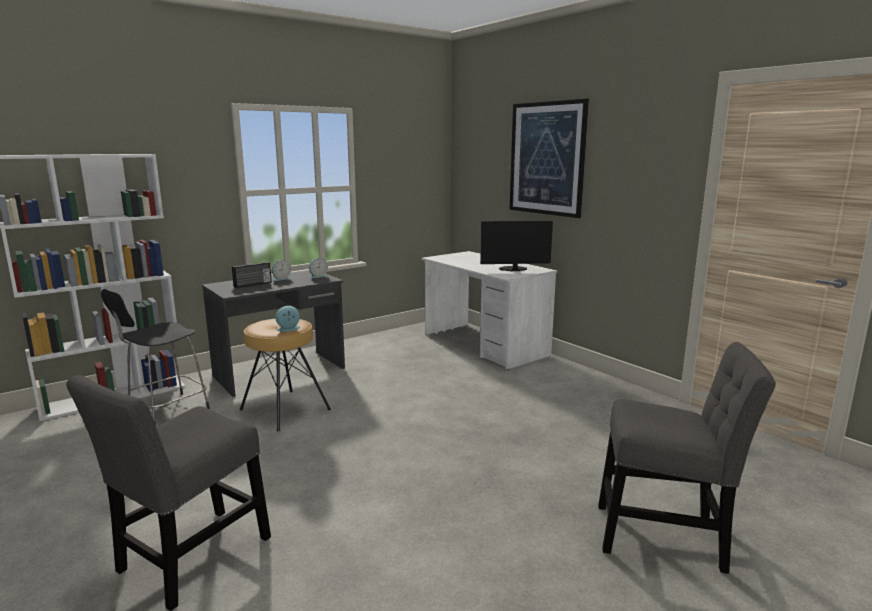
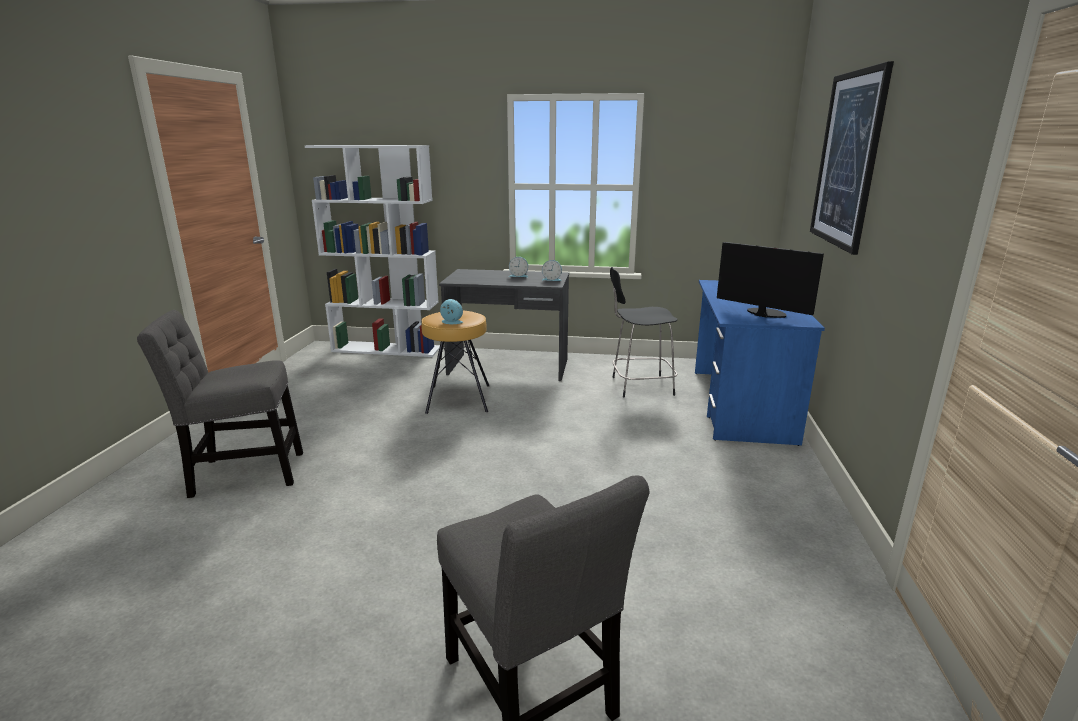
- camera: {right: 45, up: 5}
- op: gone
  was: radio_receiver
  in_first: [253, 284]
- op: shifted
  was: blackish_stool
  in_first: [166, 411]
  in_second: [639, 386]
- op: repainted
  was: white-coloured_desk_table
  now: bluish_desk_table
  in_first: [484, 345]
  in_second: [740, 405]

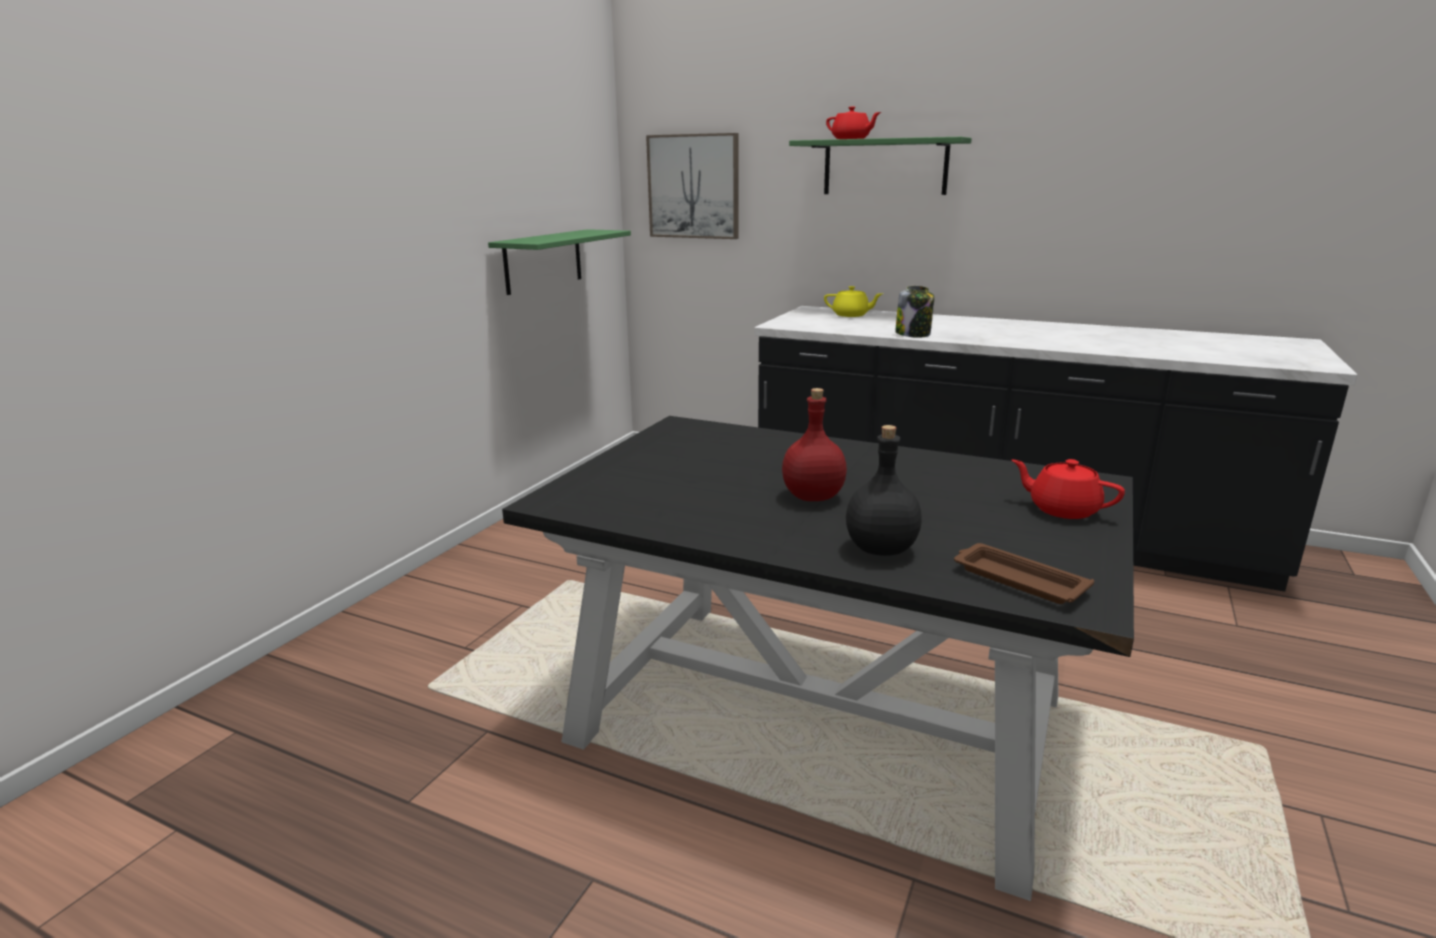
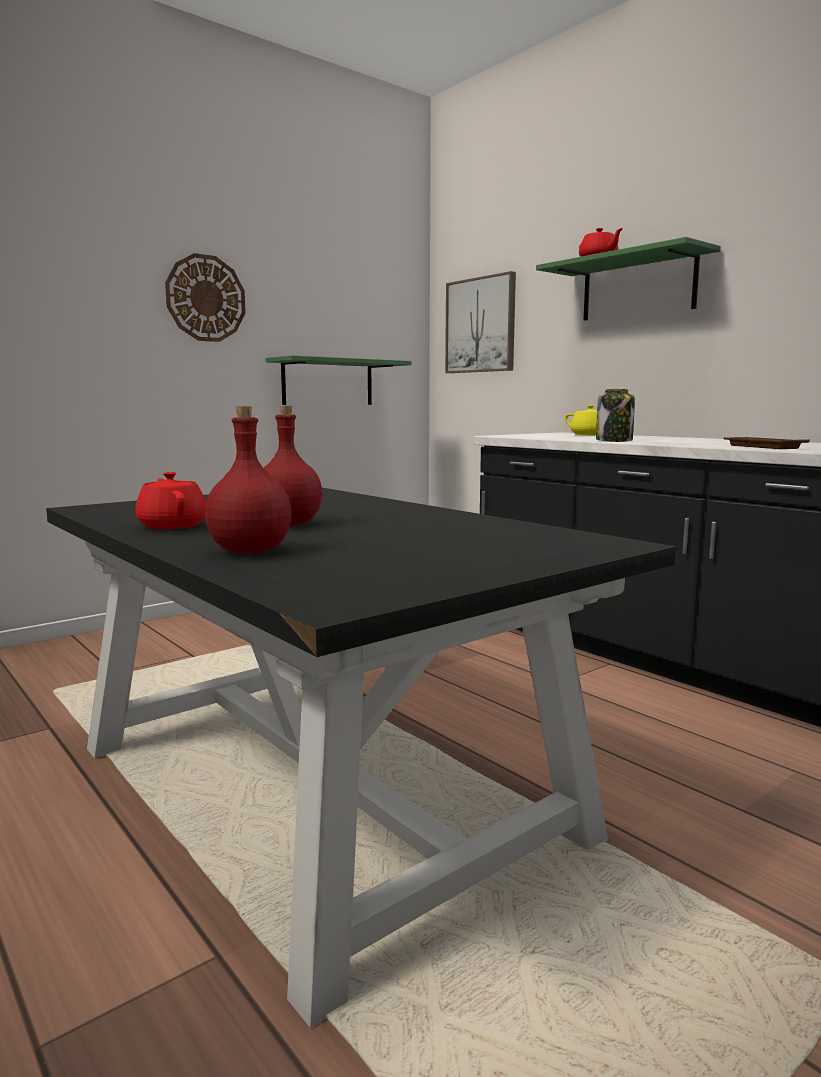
- camera: {right: 25, up: -10}
- op: new
  now: hanging_clock
  in_second: [206, 298]
- op: shifted
  was: brown_serving_tray
  in_first: [1017, 579]
  in_second: [762, 447]
- op: shifted
  was: reddish_tea_pot
  in_first: [1062, 509]
  in_second: [172, 525]
- op: repainted
  was: blackish_beverage_bottle
  now: reddish_beverage_bottle
  in_first: [879, 549]
  in_second: [249, 551]

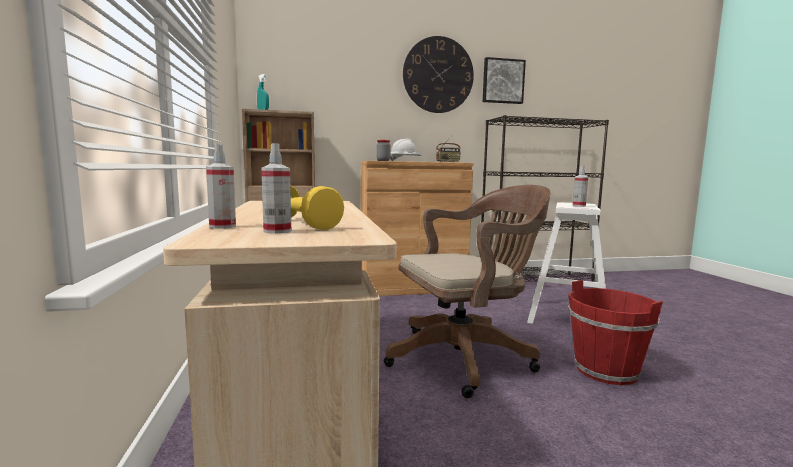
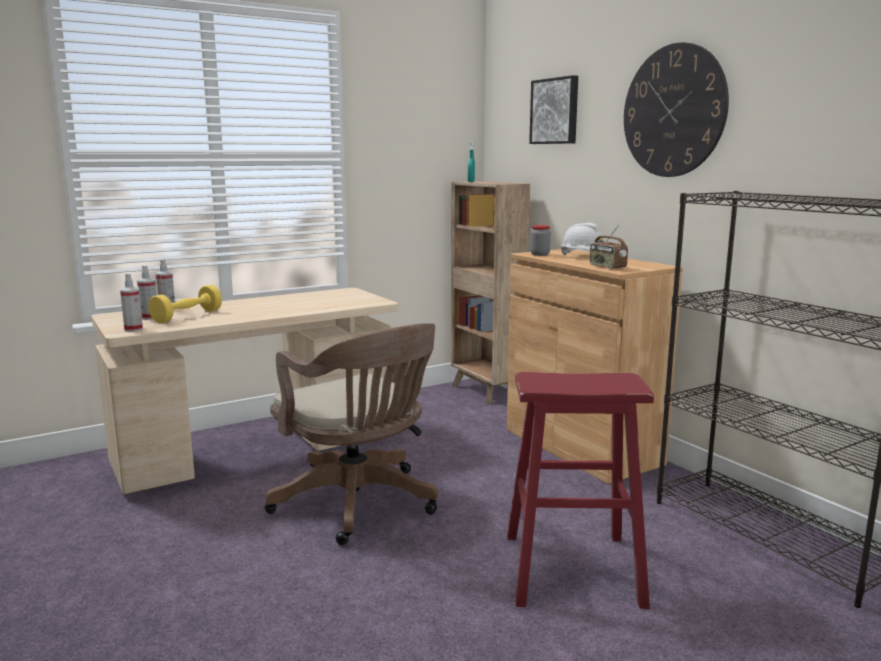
- camera: {right: 70, up: 5}
- op: gone
  was: reddish_bucket
  in_first: [606, 370]
- op: shifted
  was: wall_art
  in_first: [502, 81]
  in_second: [555, 111]
- op: shifted
  was: sprayer
  in_first: [579, 205]
  in_second: [133, 329]
- op: repainted
  was: white-coloured_stool
  now: reddish_stool
  in_first: [567, 316]
  in_second: [571, 569]

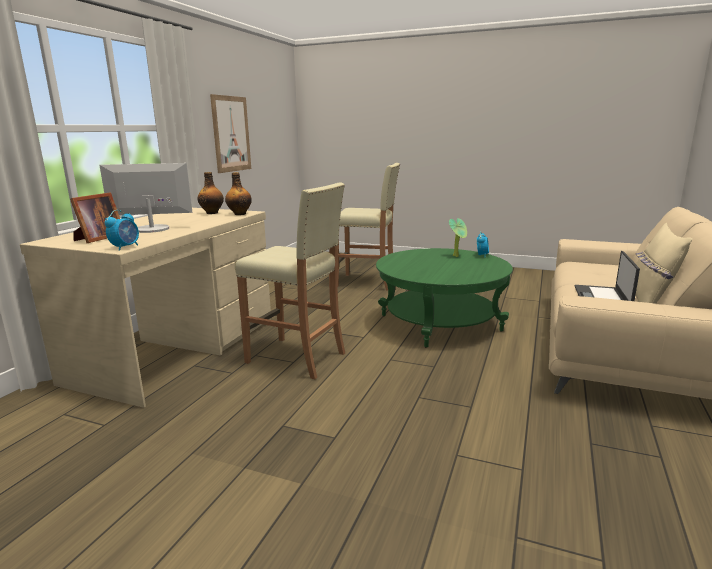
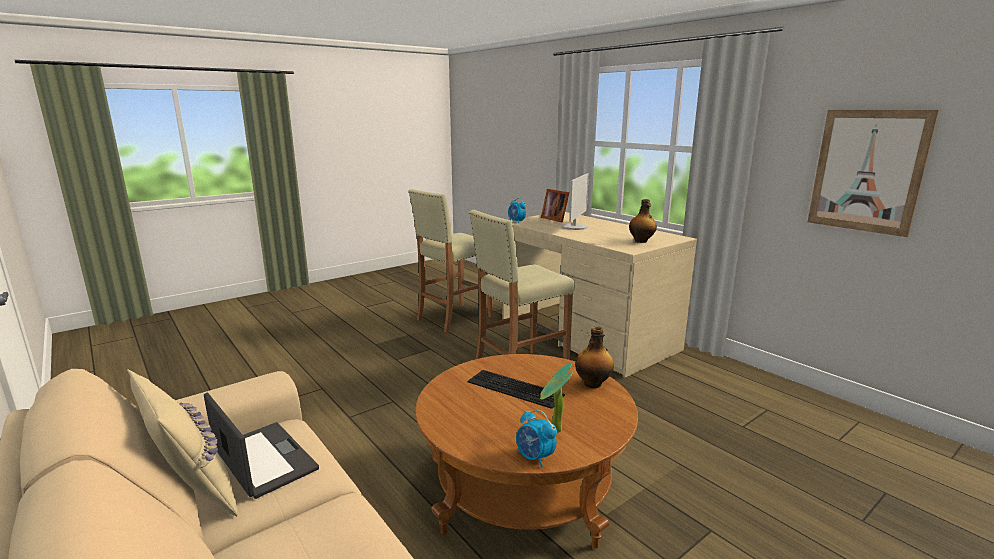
- camera: {right: 120, up: 0}
- op: new
  now: PC_keyboard
  in_second: [513, 389]
- op: shifted
  was: beverage_bottle
  in_first: [239, 214]
  in_second: [593, 384]
- op: shifted
  was: sand-coloured_stool
  in_first: [367, 282]
  in_second: [454, 318]
- op: repainted
  was: green-coloured_low_table
  now: brown_low_table
  in_first: [440, 323]
  in_second: [523, 488]

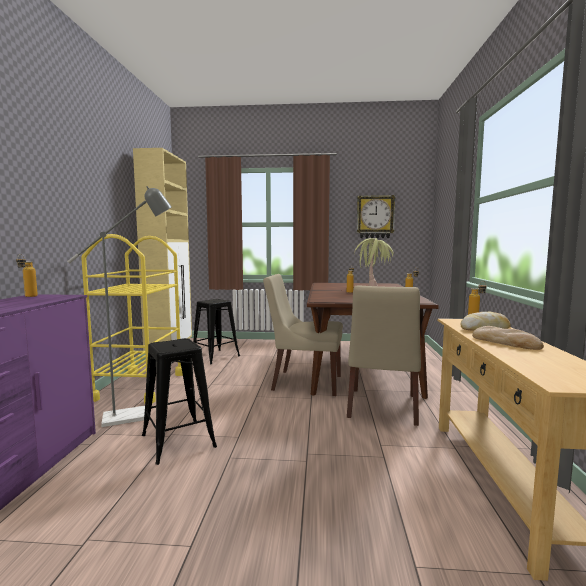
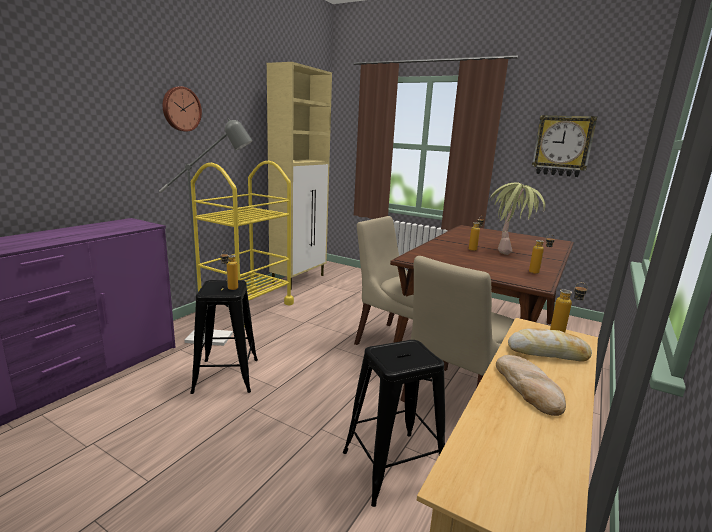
- camera: {right: 25, up: 10}
- op: new
  now: hanging_clock
  in_second: [181, 109]
- op: shifted
  was: beverage_bottle
  in_first: [28, 297]
  in_second: [229, 289]
- op: shifted
  was: blackish_stool
  in_first: [215, 357]
  in_second: [393, 466]

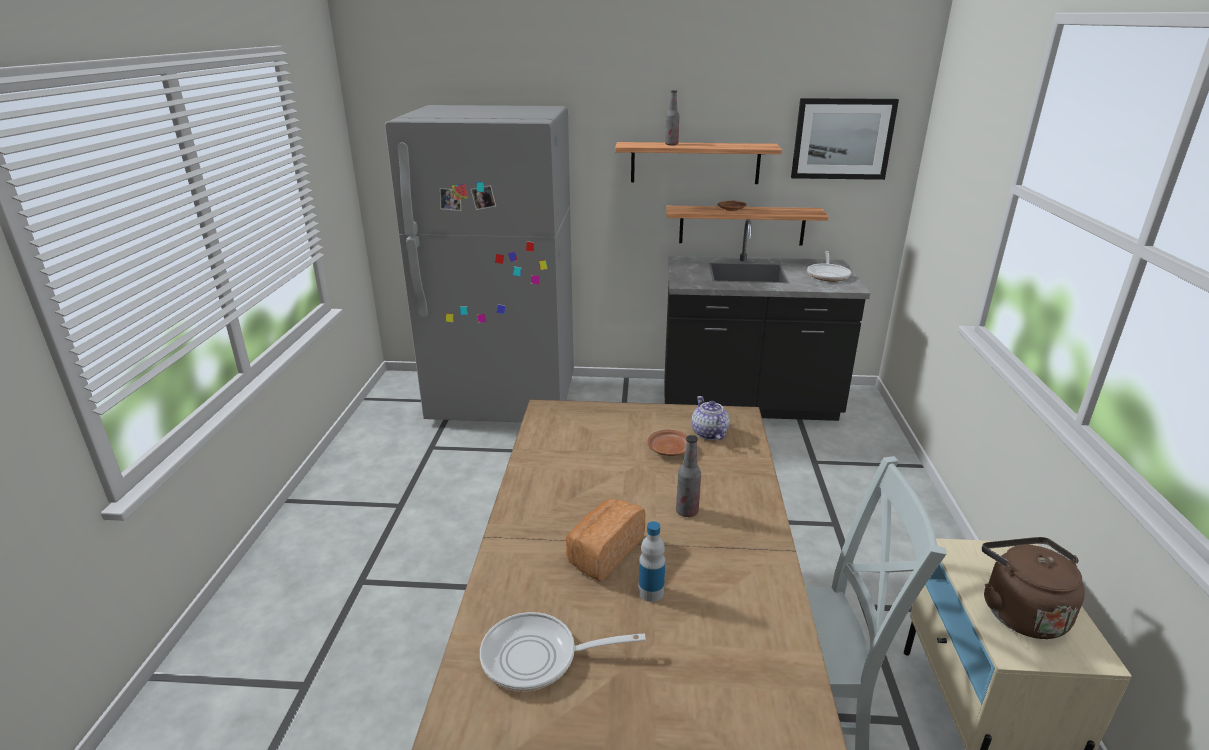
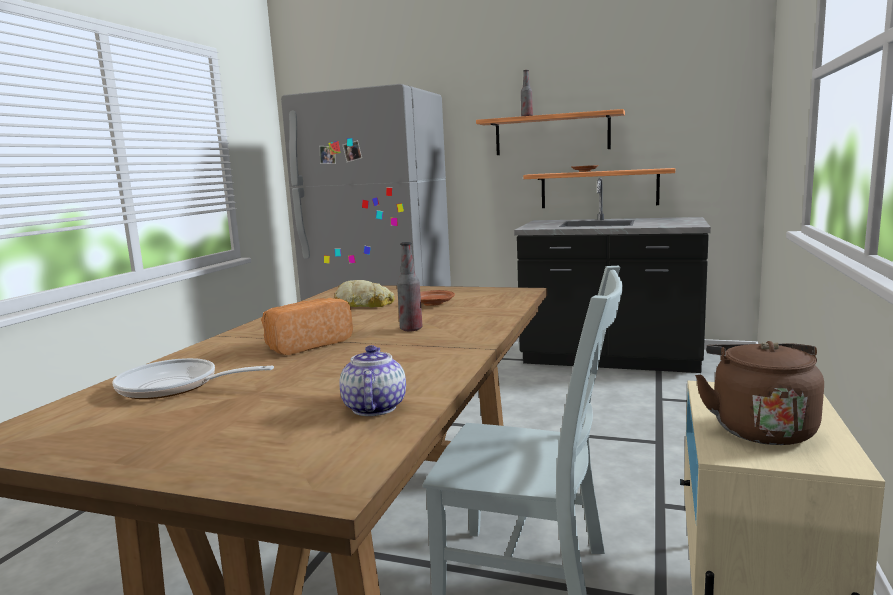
- camera: {right: 15, up: -15}
- op: gone
  was: beverage_bottle
  in_first: [651, 592]
- op: gone
  was: wall_art
  in_first: [842, 139]
- op: gone
  was: pan
  in_first: [828, 274]
- op: new
  now: bread
  in_second: [363, 303]
- op: shifted
  was: tea_pot
  in_first: [708, 433]
  in_second: [373, 407]

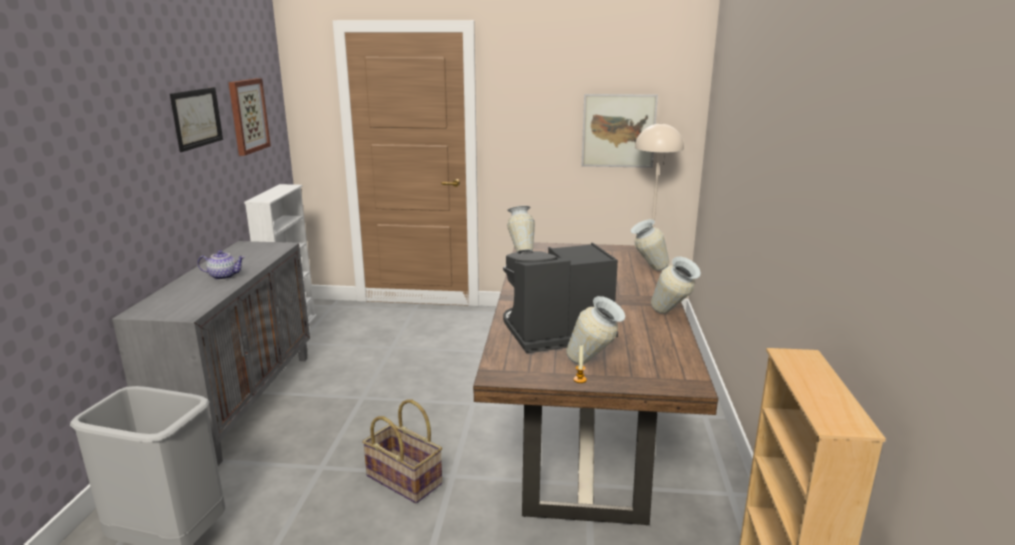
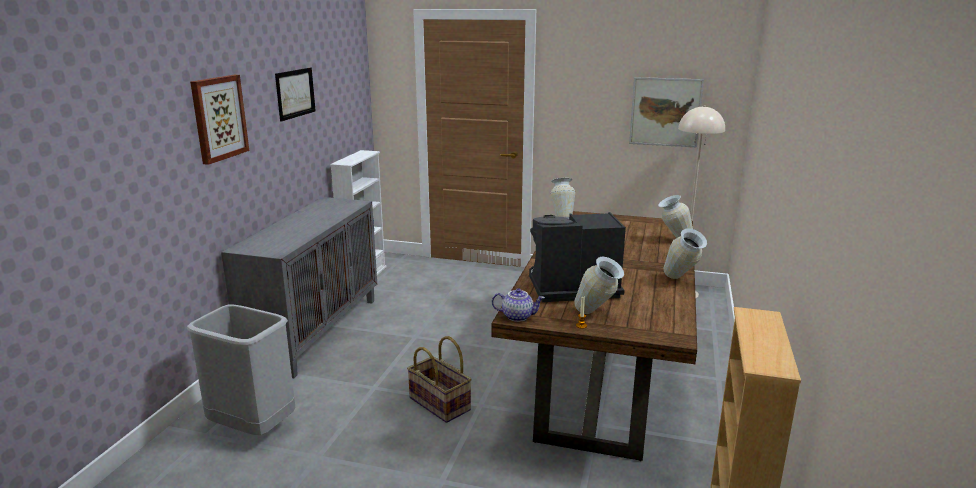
- camera: {right: 10, up: 0}
- op: shifted
  was: tea_pot
  in_first: [224, 276]
  in_second: [518, 316]
- op: shifted
  was: wall_art
  in_first: [248, 116]
  in_second: [218, 118]

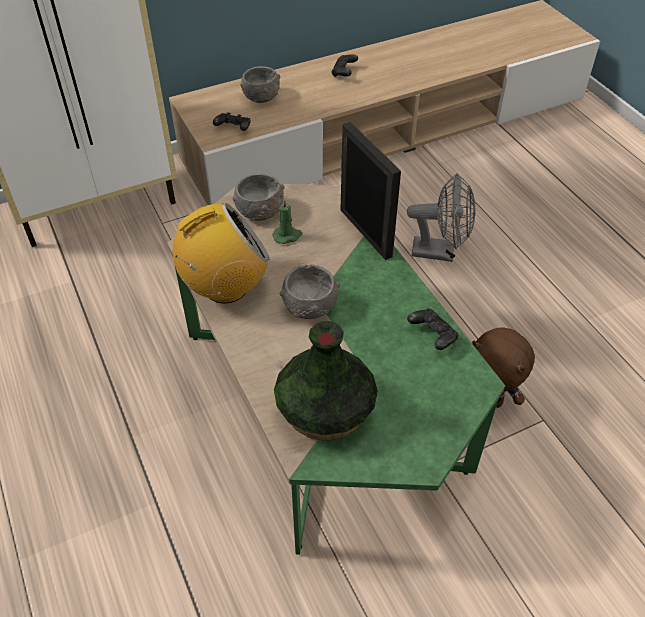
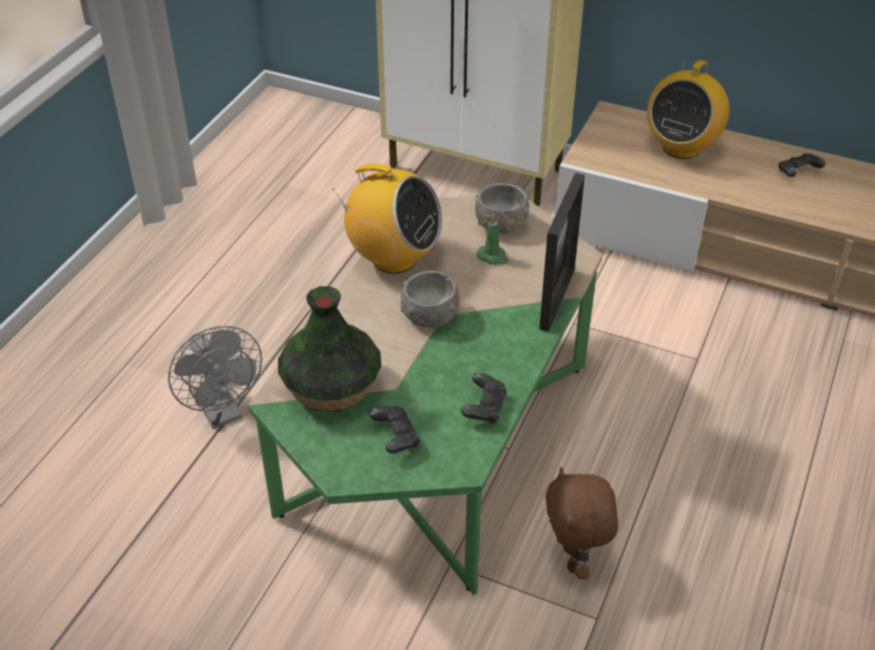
- camera: {right: 50, up: -5}
- op: shifted
  was: blackish_joypad
  in_first: [233, 129]
  in_second: [395, 438]
- op: shifted
  was: gray_electric_fan
  in_first: [440, 252]
  in_second: [222, 412]
- op: swapped
  was: gray_deep_dish
  now: radio_receiver
  in_first: [261, 96]
  in_second: [681, 147]

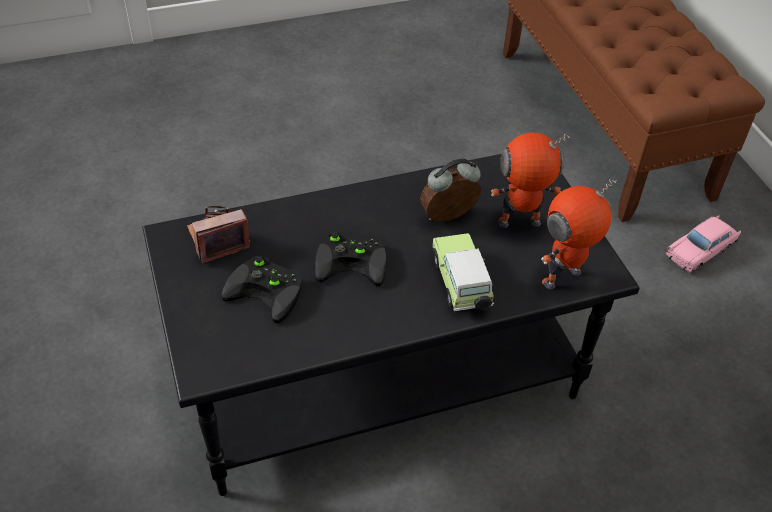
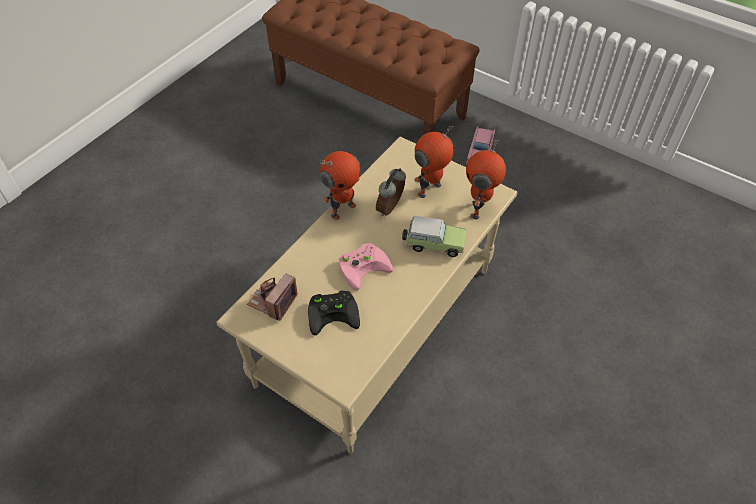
- camera: {right: -35, up: 5}
- op: new
  now: model_robot
  in_second: [342, 209]
- op: repainted
  was: blackish_low_table
  now: sand-coloured_low_table
  in_first: [379, 378]
  in_second: [378, 328]
- op: repainted
  was: blackish_joypad
  now: pink-coloured_joypad
  in_first: [353, 261]
  in_second: [364, 265]
- op: rotated
  was: toy_car
  in_first: [461, 285]
  in_second: [433, 244]
  clockwise: 150

